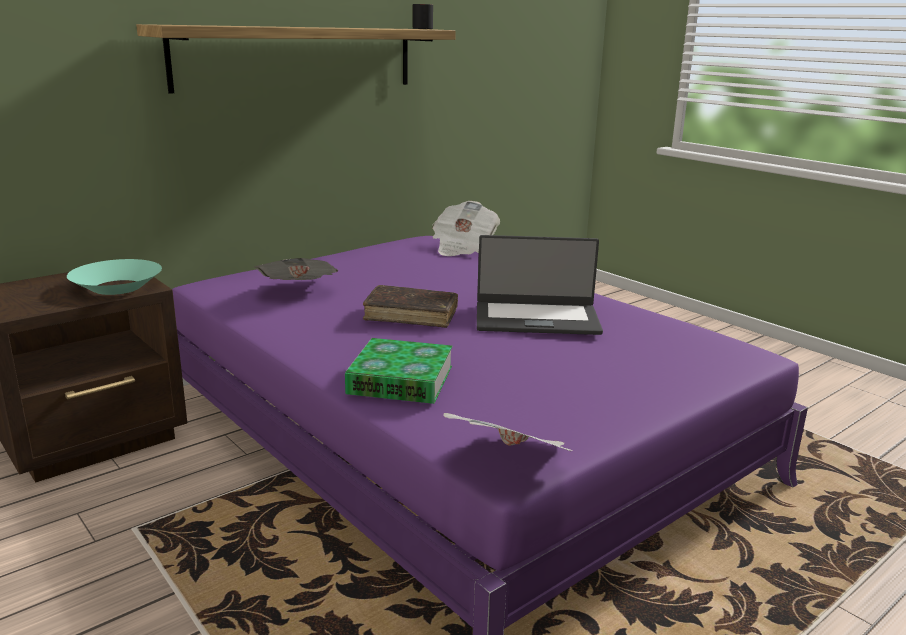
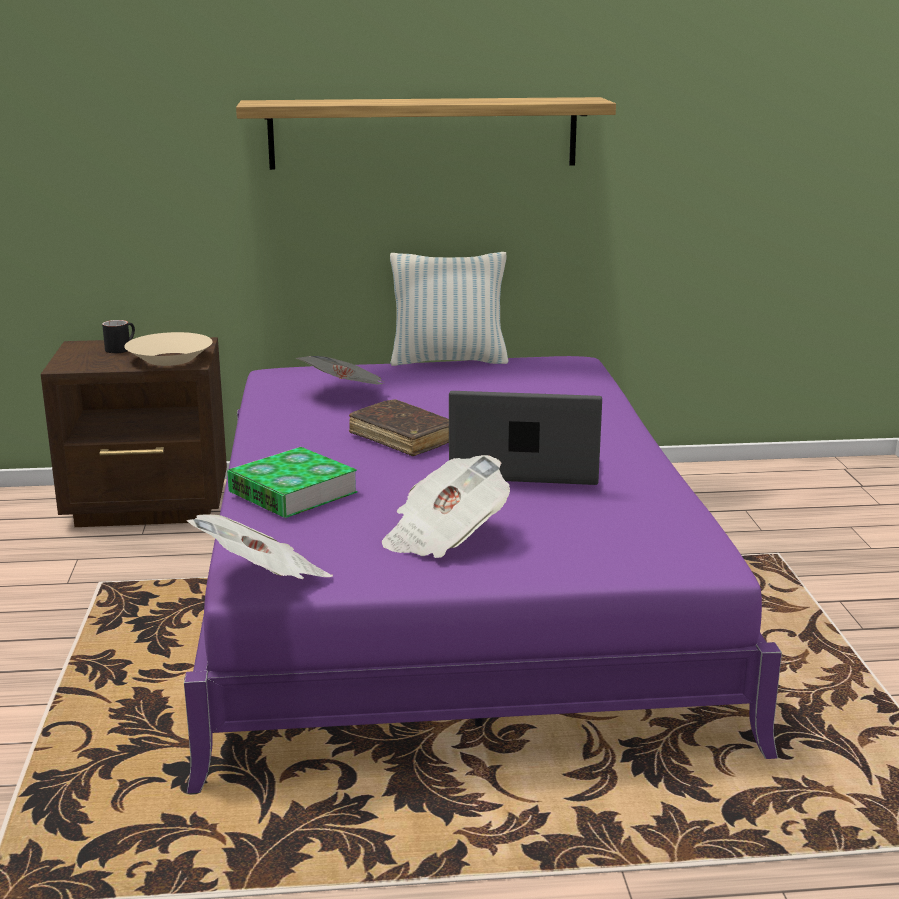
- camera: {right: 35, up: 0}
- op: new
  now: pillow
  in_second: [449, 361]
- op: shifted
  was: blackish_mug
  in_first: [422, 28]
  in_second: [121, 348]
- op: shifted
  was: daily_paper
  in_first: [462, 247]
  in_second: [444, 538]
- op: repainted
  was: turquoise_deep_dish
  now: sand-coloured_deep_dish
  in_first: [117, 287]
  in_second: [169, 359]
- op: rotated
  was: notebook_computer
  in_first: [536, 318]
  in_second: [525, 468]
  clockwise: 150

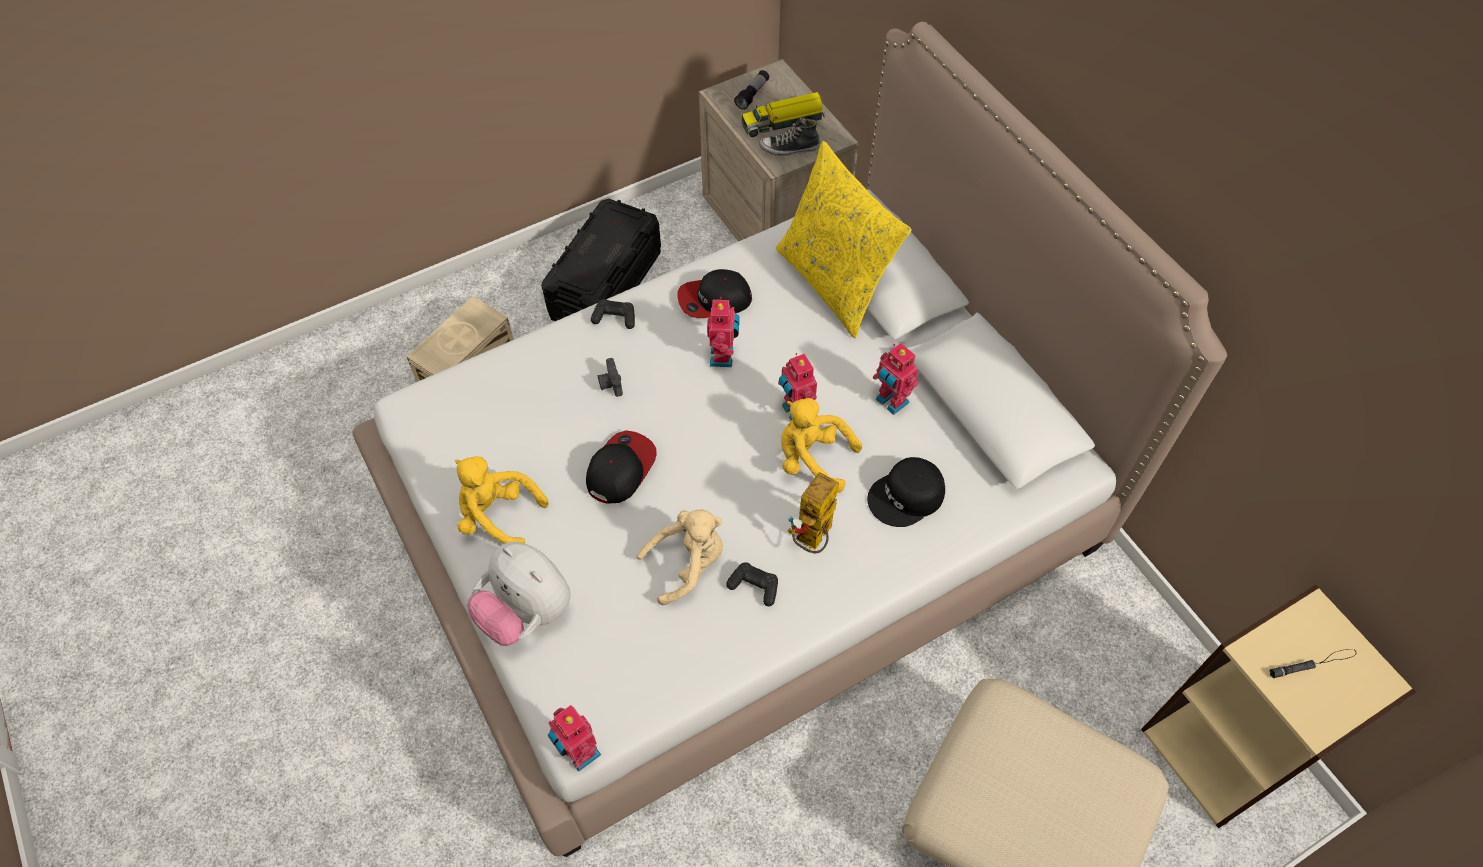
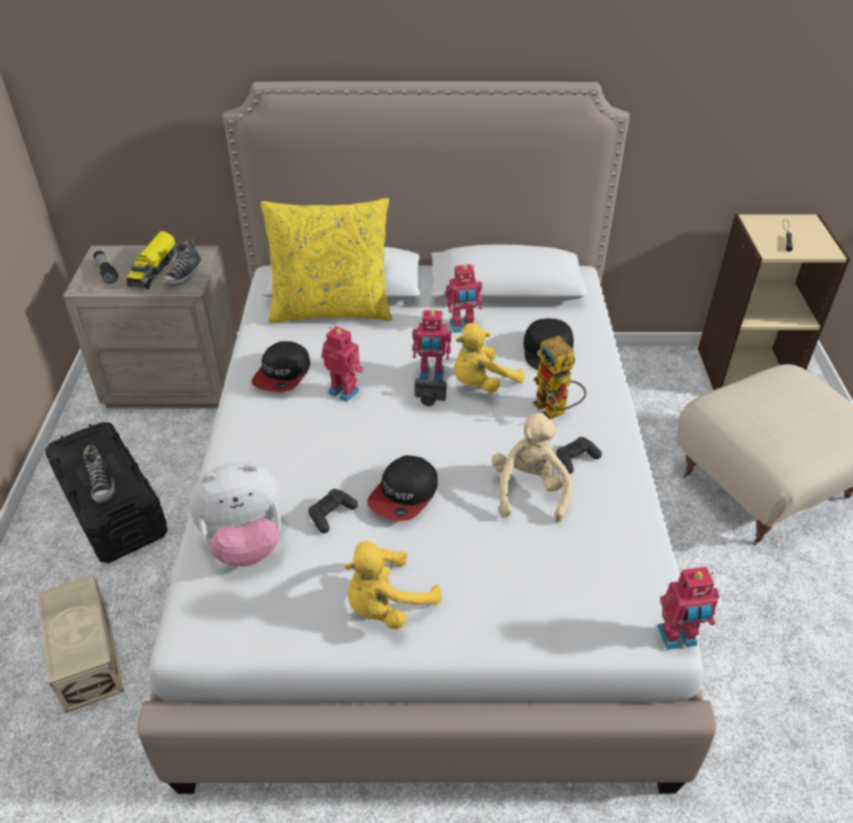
- camera: {right: -60, up: -15}
- op: new
  now: low_shoe
  in_second: [102, 484]
- op: shifted
  was: cuddly_toy
  in_first: [526, 612]
  in_second: [245, 543]
- op: shifted
  was: blackish_joypad
  in_first: [615, 318]
  in_second: [331, 514]
- op: shifted
  was: photo_camera
  in_first: [610, 384]
  in_second: [429, 399]
- op: rotated
  was: cap
  in_first: [620, 469]
  in_second: [404, 495]
  clockwise: -120

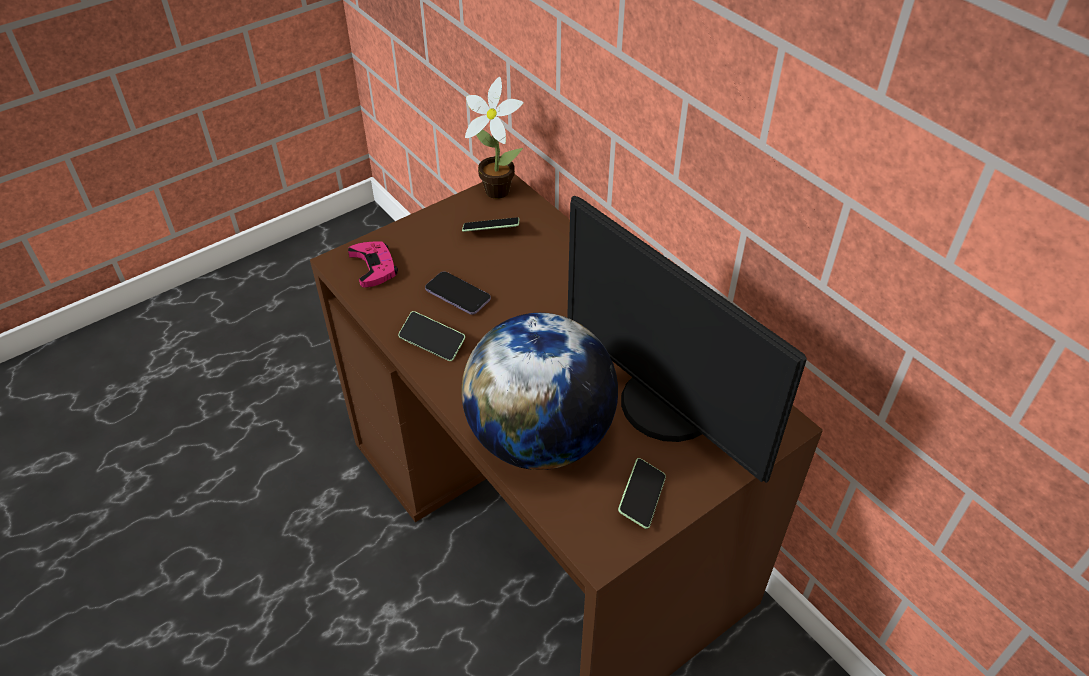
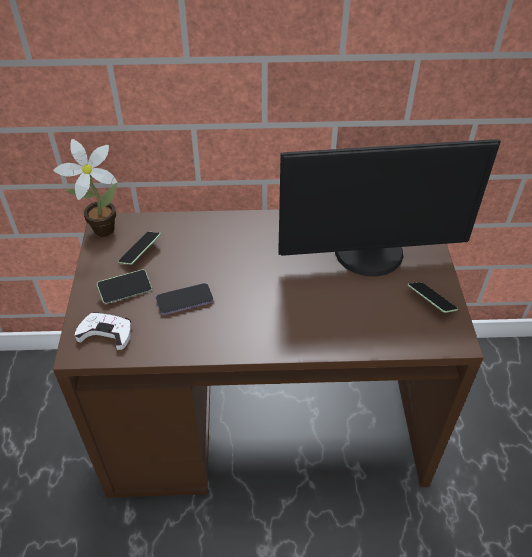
- camera: {right: -55, up: 0}
- op: gone
  was: desk_globe
  in_first: [540, 438]
- op: shifted
  was: phone
  in_first: [432, 342]
  in_second: [125, 291]
- op: repainted
  was: pink-coloured_joypad
  now: white-coloured_joypad
  in_first: [374, 267]
  in_second: [106, 333]

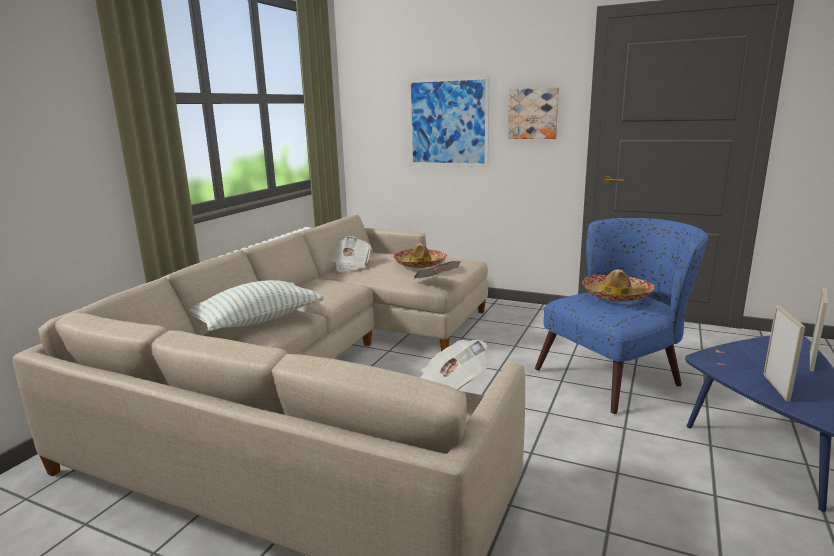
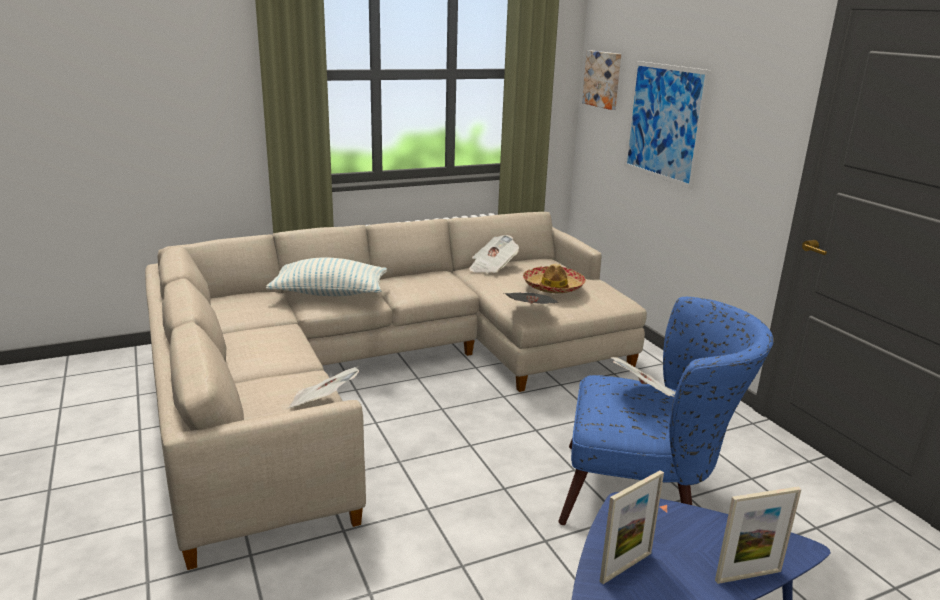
- camera: {right: 40, up: 5}
- op: shifted
  was: wall_art
  in_first: [533, 113]
  in_second: [603, 79]
- op: swapped
  was: hat
  now: daily_paper
  in_first: [616, 295]
  in_second: [645, 396]

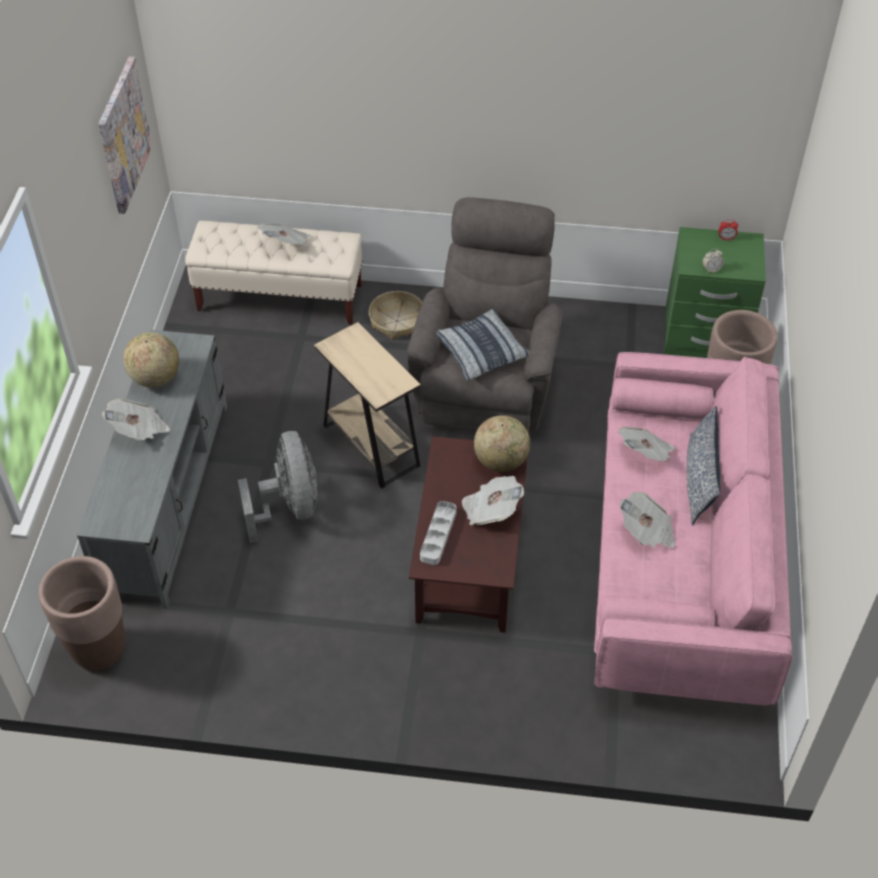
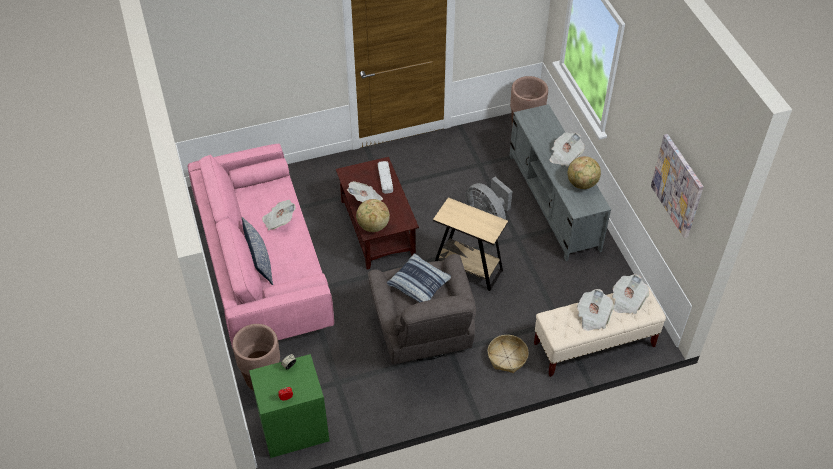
- camera: {right: 155, up: 0}
- op: shifted
  was: daily_paper
  in_first: [646, 453]
  in_second: [627, 301]

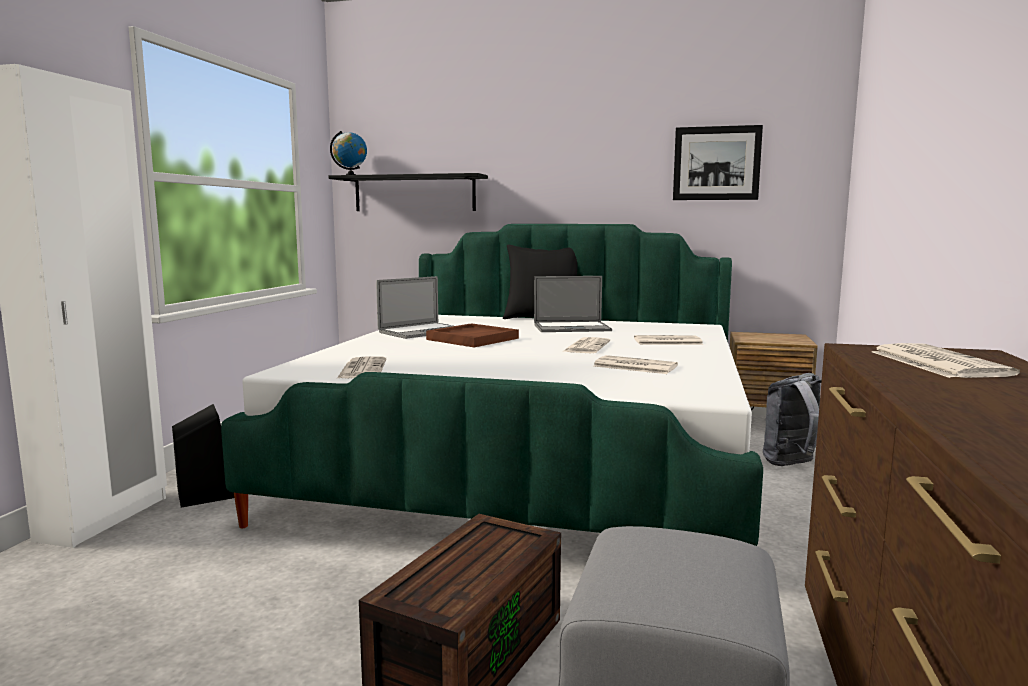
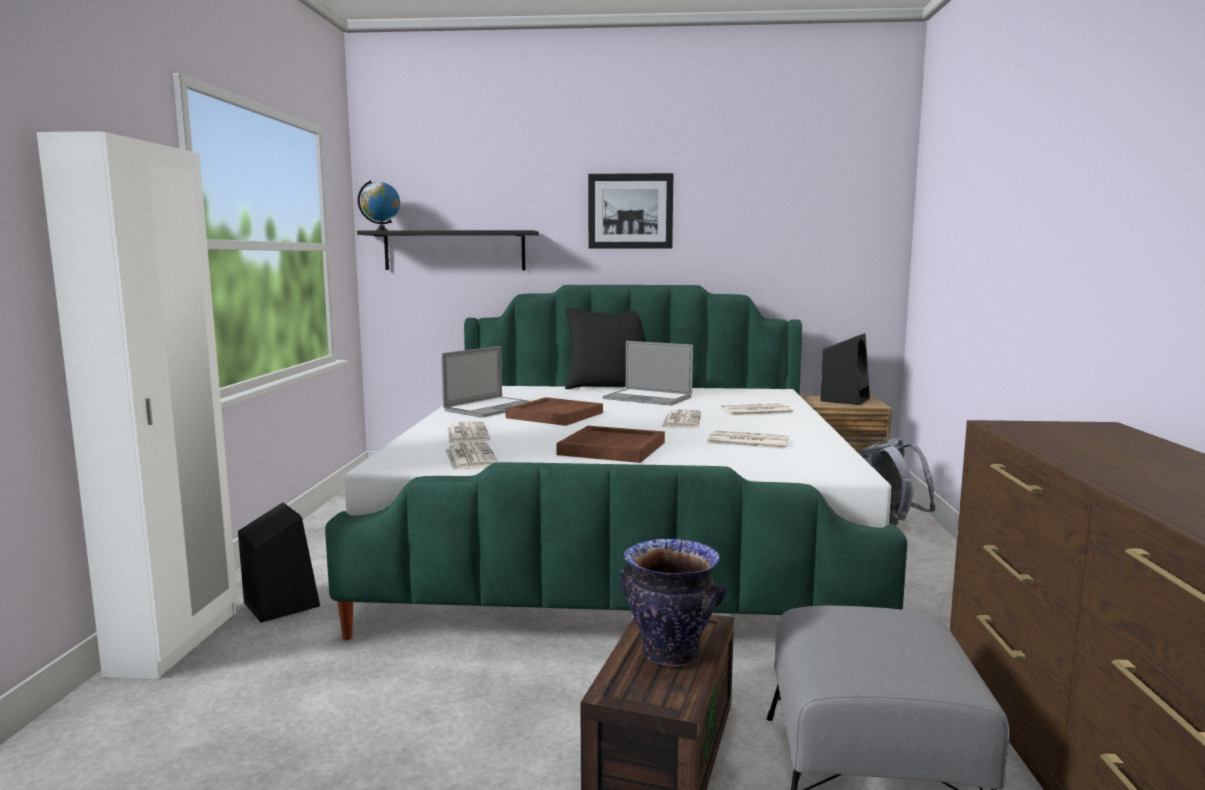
- camera: {right: -10, up: 0}
- op: new
  now: brown_serving_tray
  in_second: [611, 448]
- op: new
  now: decorative_vase
  in_second: [671, 653]
- op: new
  now: blackish_audio_speaker
  in_second: [845, 399]
- op: shifted
  was: wall_art
  in_first: [716, 163]
  in_second: [630, 211]
- op: shifted
  was: daily_paper
  in_first: [936, 363]
  in_second: [466, 433]
- op: rotated
  was: notebook_computer
  in_first: [571, 328]
  in_second: [647, 398]
  clockwise: 45

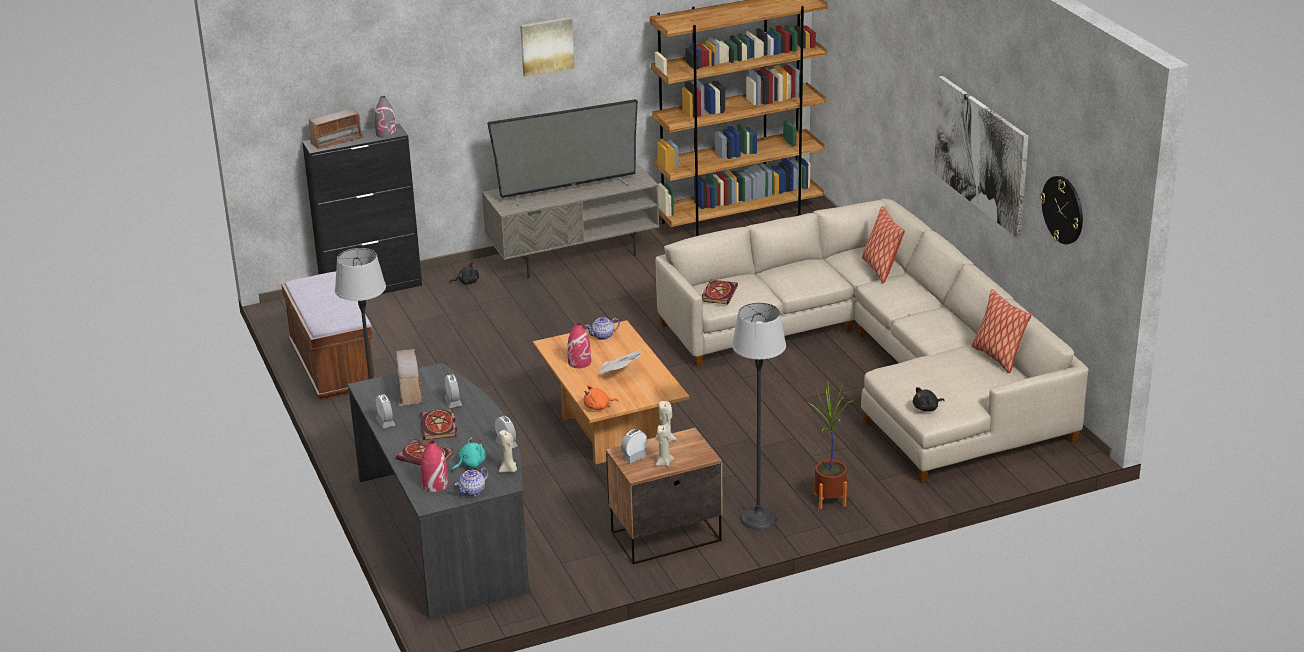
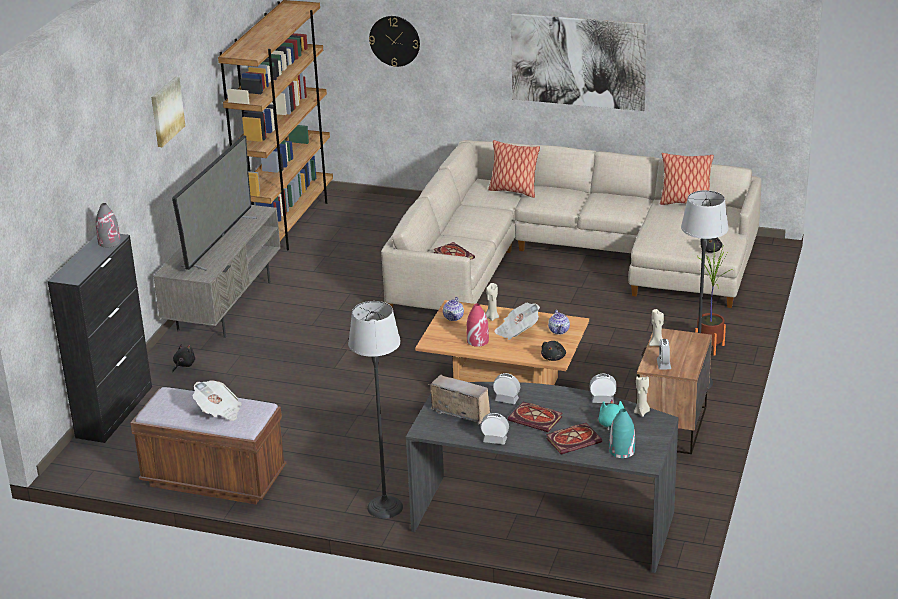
- camera: {right: -50, up: 0}
- op: gone
  was: radio_receiver
  in_first: [336, 141]
- op: new
  now: daily_paper
  in_second: [219, 411]
- op: shifted
  was: tea_pot
  in_first: [473, 491]
  in_second: [559, 330]
- op: shifted
  was: sand-coloured_wax_light
  in_first: [664, 463]
  in_second: [492, 317]
- op: shifted
  was: hanging_clock
  in_first: [1063, 209]
  in_second: [394, 40]
- op: repainted
  was: reddish_decorative_vase
  now: turquoise_decorative_vase
  in_first: [435, 484]
  in_second: [621, 451]
- op: repainted
  was: orangey_cuddly_toy
  now: blackish_cuddly_toy
  in_first: [598, 407]
  in_second: [554, 357]

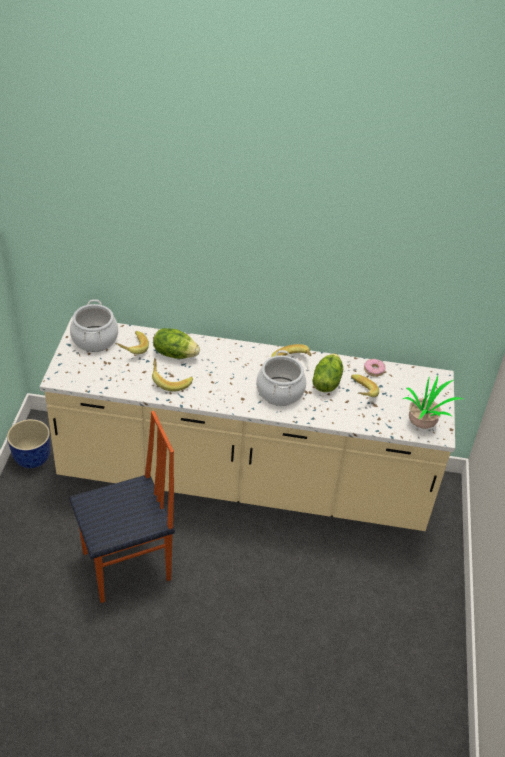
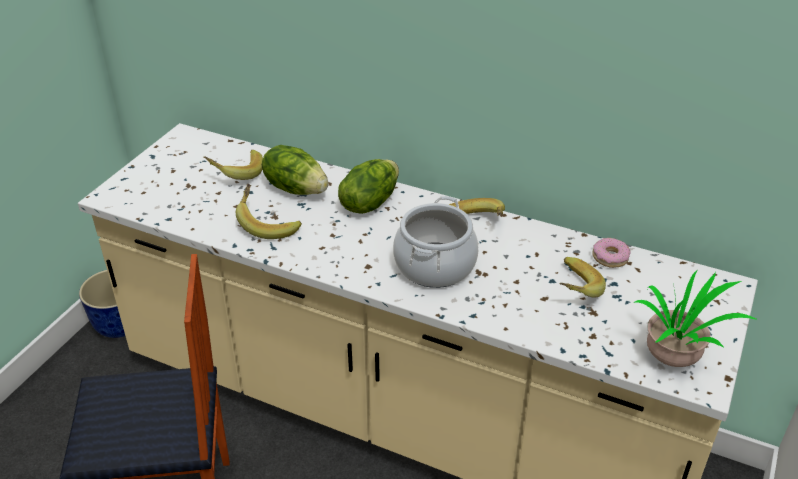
- camera: {right: 20, up: -5}
- op: gone
  was: stockpot
  in_first: [95, 339]
- op: shifted
  was: lettuce
  in_first: [326, 382]
  in_second: [369, 202]

